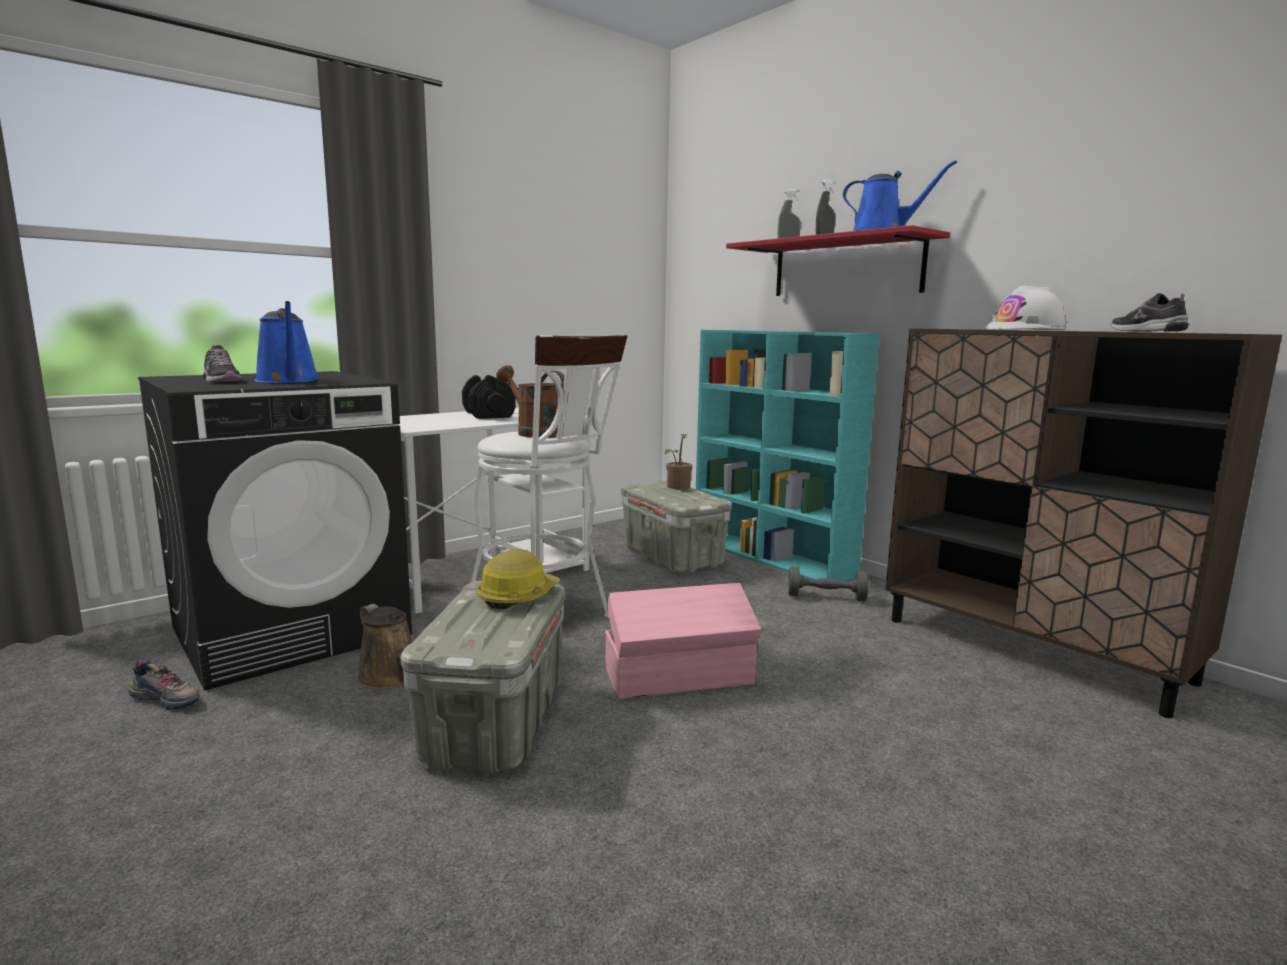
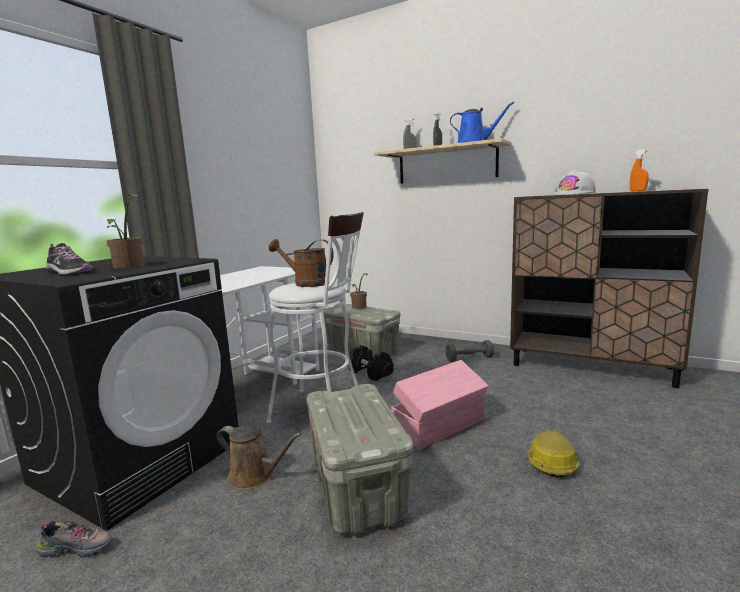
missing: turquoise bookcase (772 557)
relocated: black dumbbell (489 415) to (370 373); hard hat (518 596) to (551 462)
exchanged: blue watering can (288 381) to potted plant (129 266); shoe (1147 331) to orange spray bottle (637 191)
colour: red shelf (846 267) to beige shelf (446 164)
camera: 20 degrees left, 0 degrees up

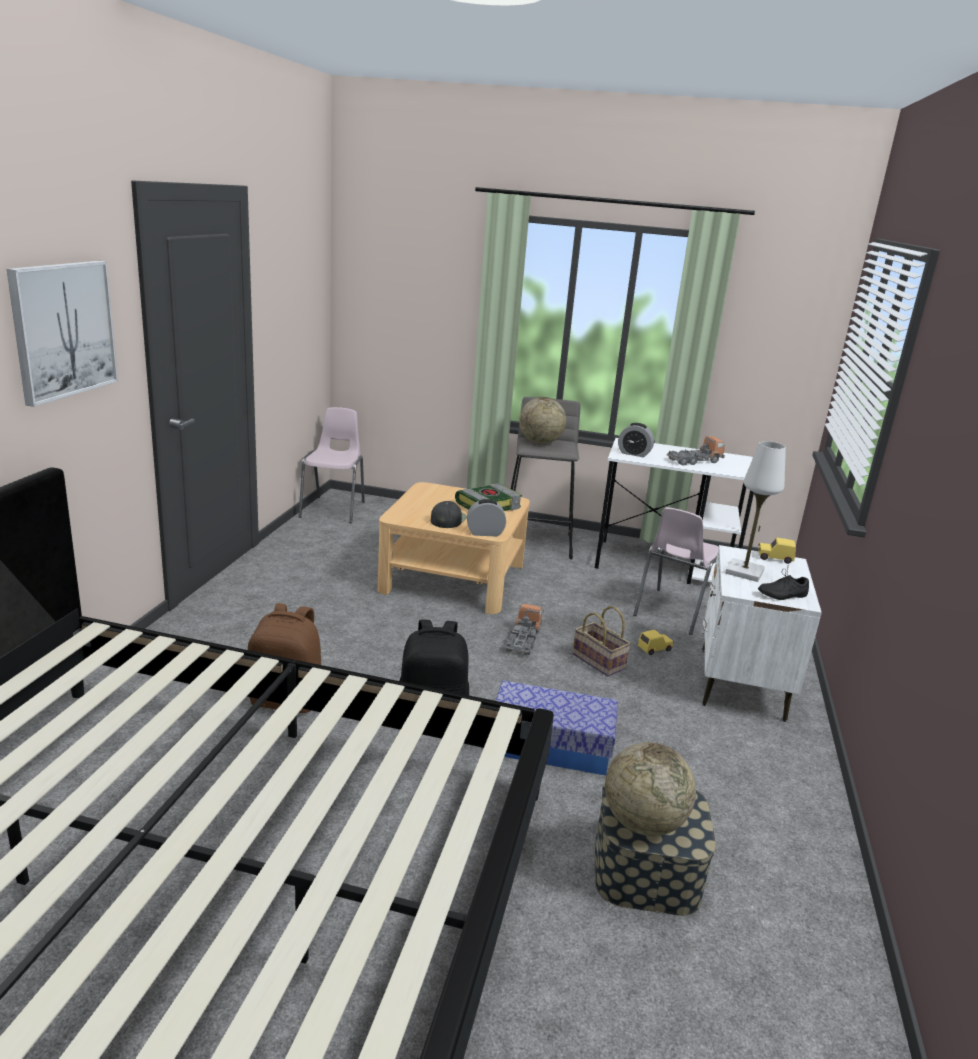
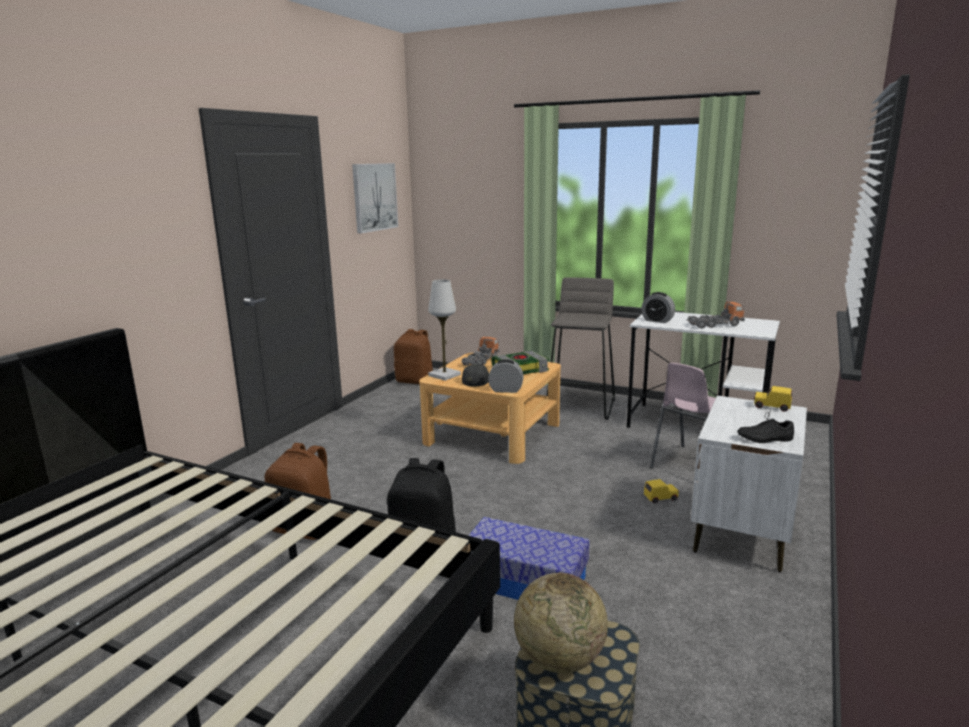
missing: globe (540 442); basket (600 662)
relocated: picture (63 330) to (374 197); toy truck (523 640) to (481 361); white table lamp (744 572) to (444 375)
exchanged: pink chair (334 509) to brown backpack (415 381)
camera: 15 degrees right, 5 degrees down

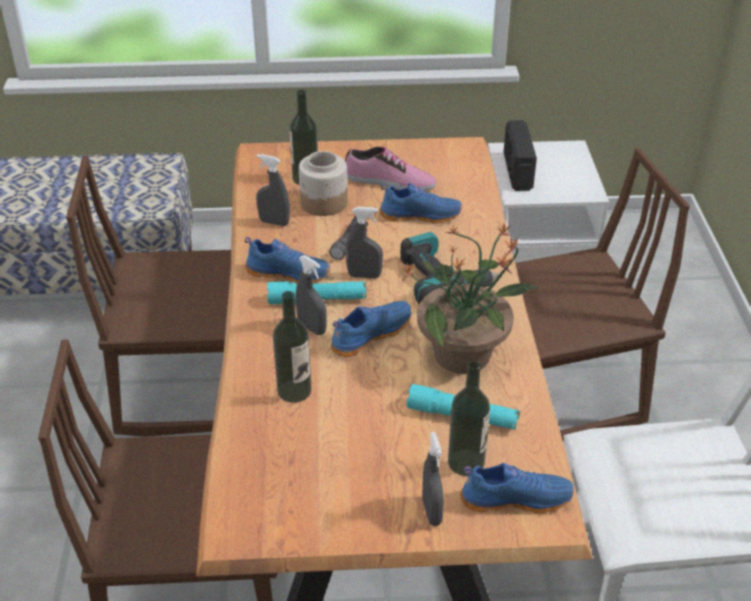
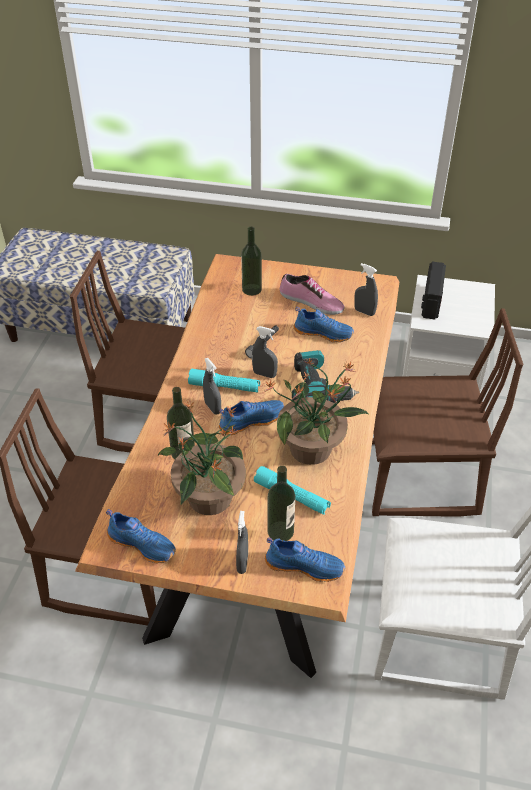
missing: jar (323 203)
appeared: potted plant (209 499)
relocated: blue shoe (288 273) to (143 544); grey spray bottle (274 222) to (364 312)
camera: 15 degrees right, 5 degrees up

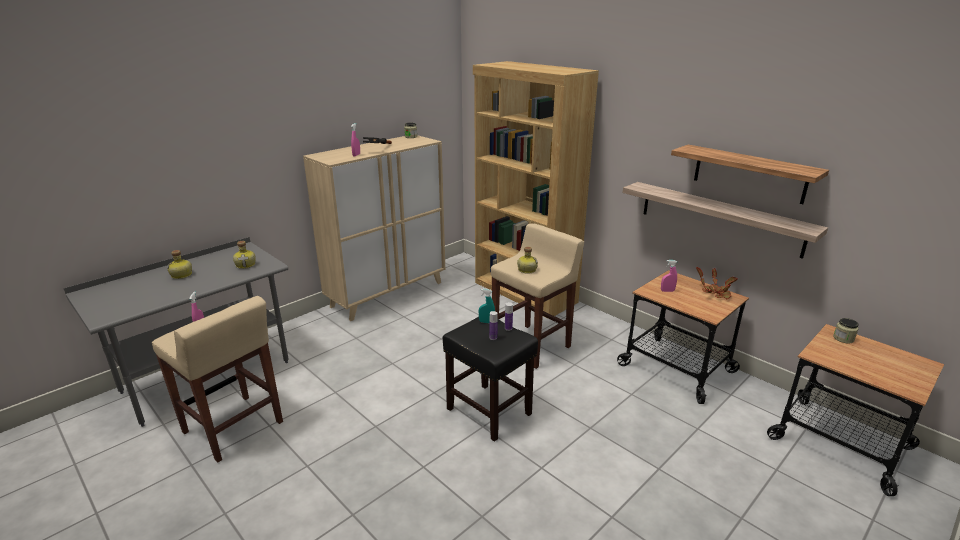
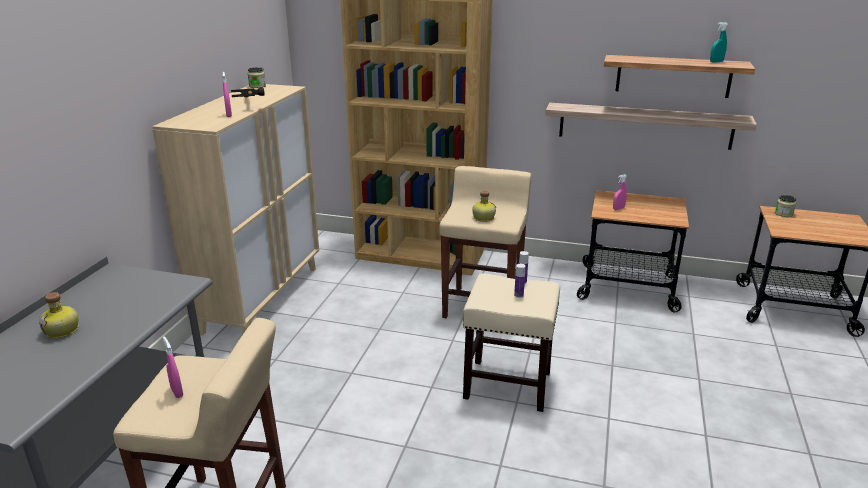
missing: bottle (246 265); potted plant (715 292)
relocated: turquoise spray bottle (486 322) to (716 62)
colour: black stool (490 411) to beige stool (508 385)
camera: 30 degrees left, 0 degrees up

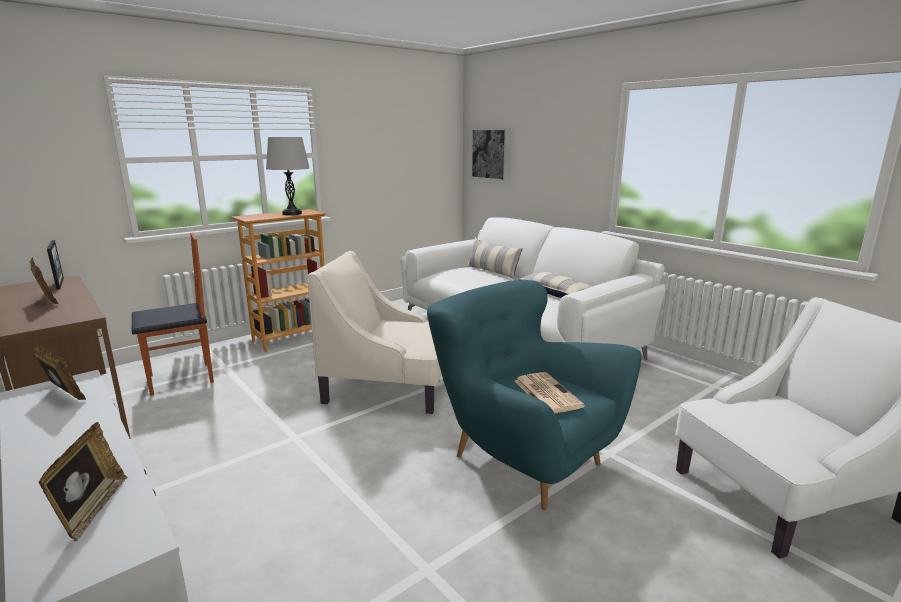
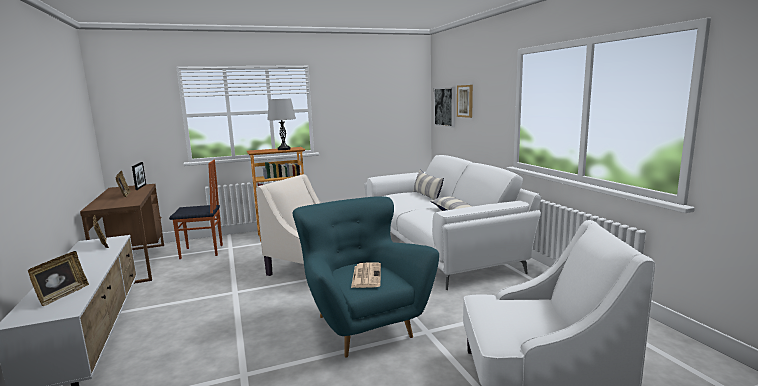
appeared: picture (465 101)
camera: 20 degrees right, 5 degrees down

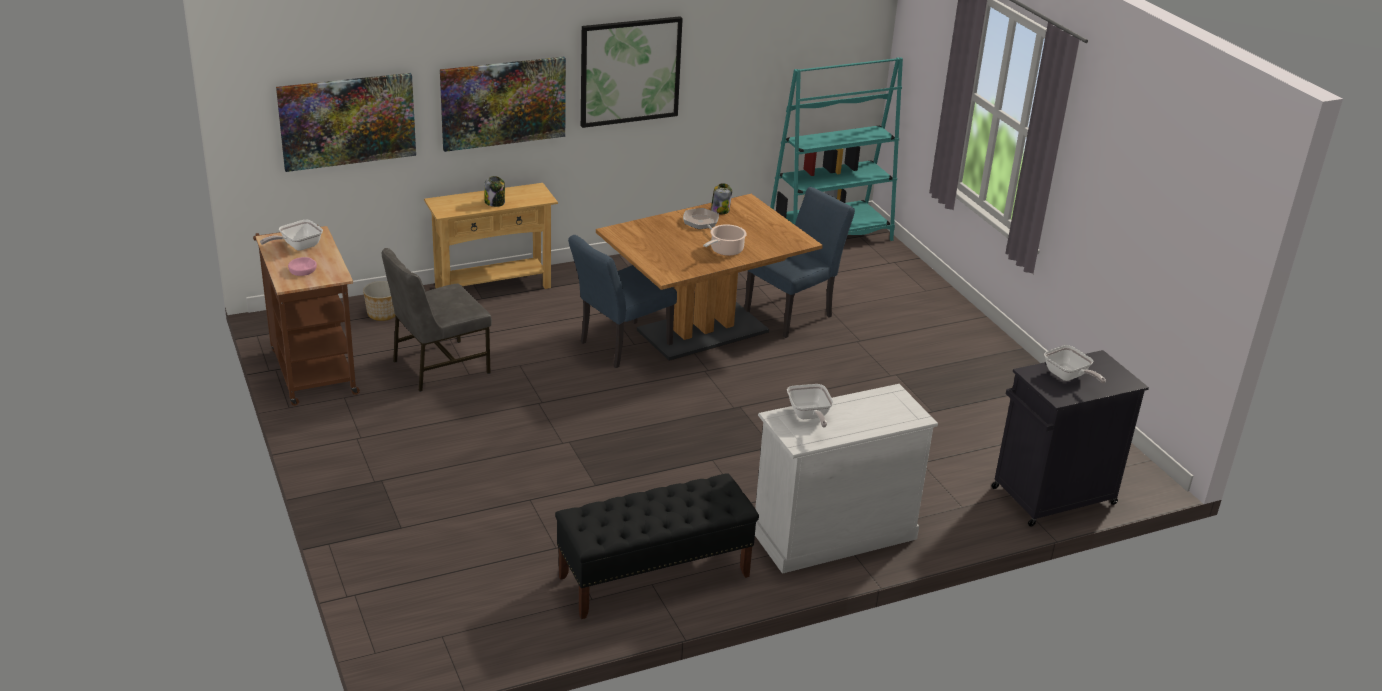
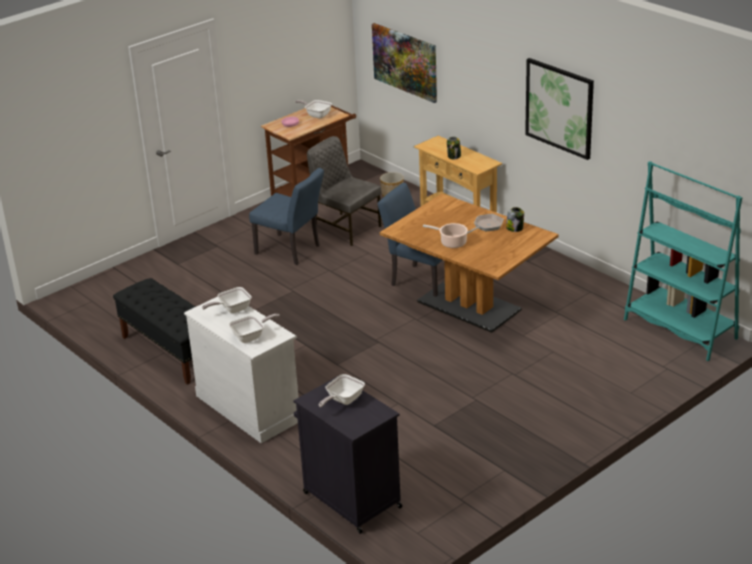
missing: picture (503 103)
appeared: frying pan (251 336)
relocated: blue chair (793 313) to (292 251)
camera: 75 degrees right, 0 degrees up

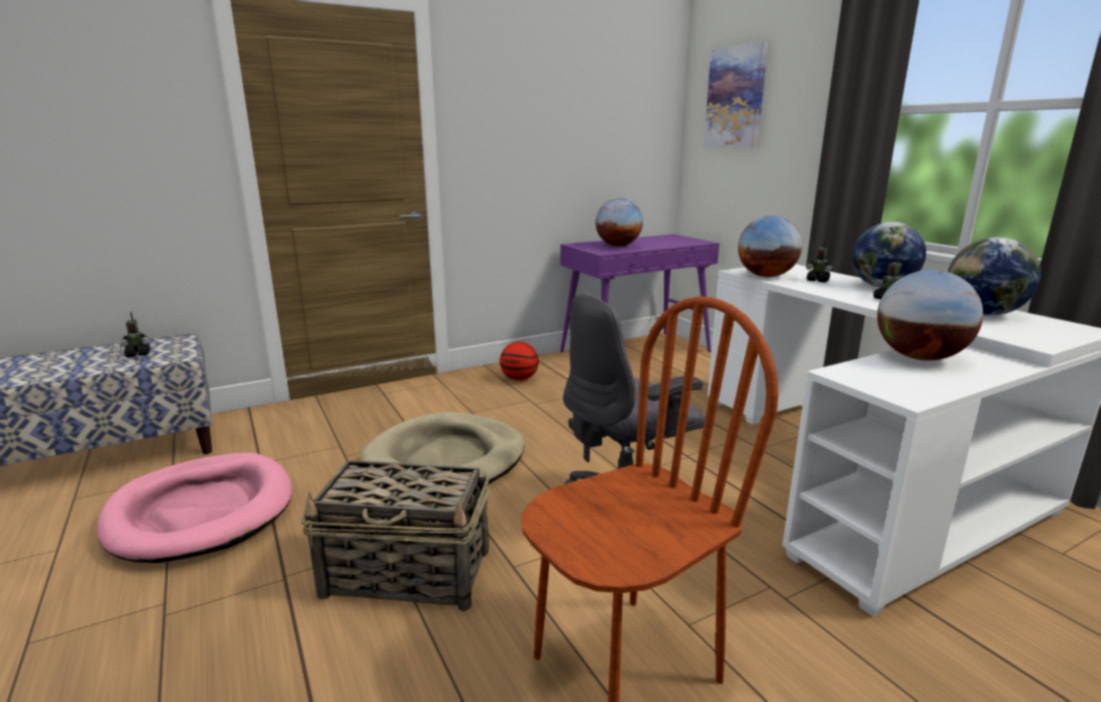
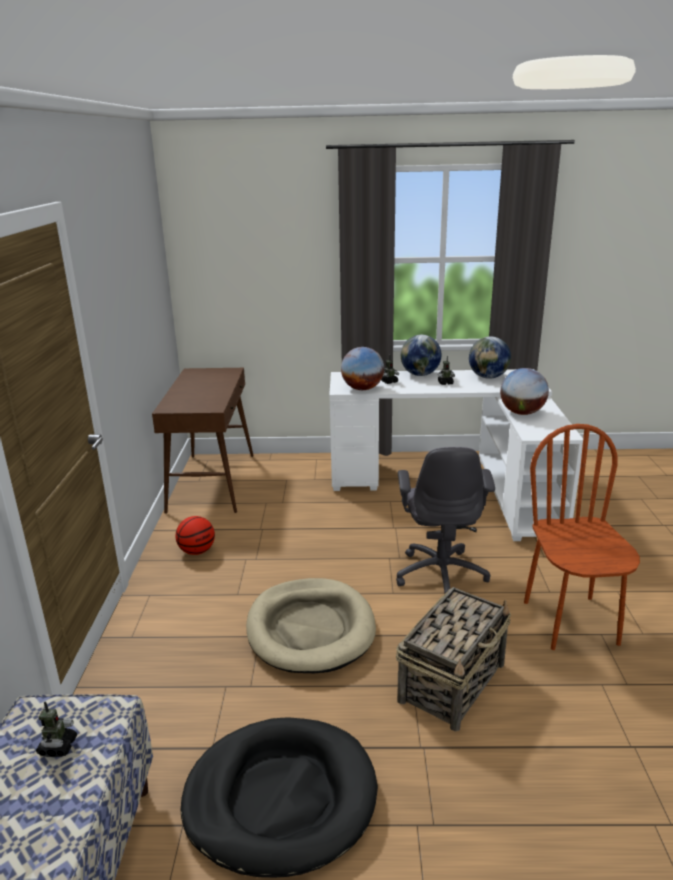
missing: globe (618 246); picture (735 97)
colour: pink dog bed (202 511) to black dog bed (280 798); purple console table (635 351) to brown console table (212 482)
camera: 60 degrees left, 5 degrees up

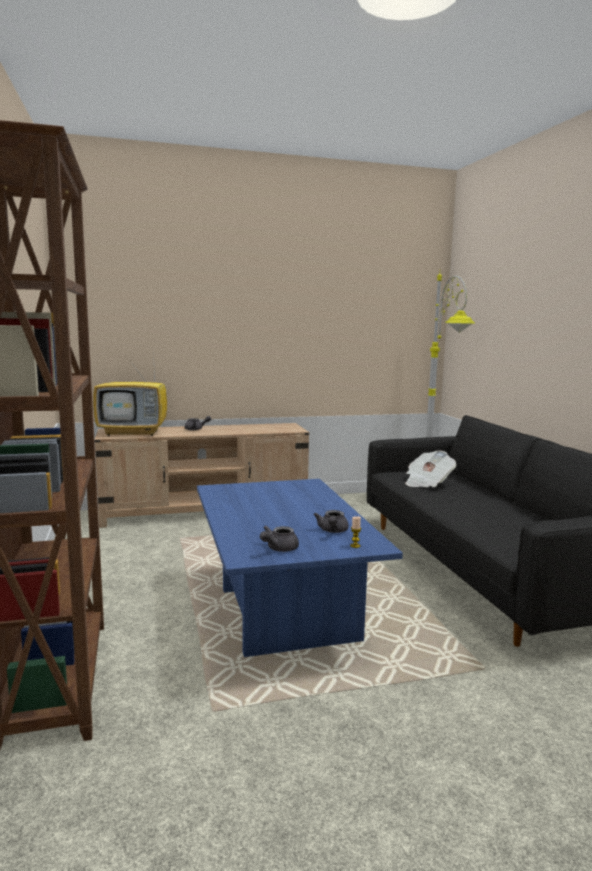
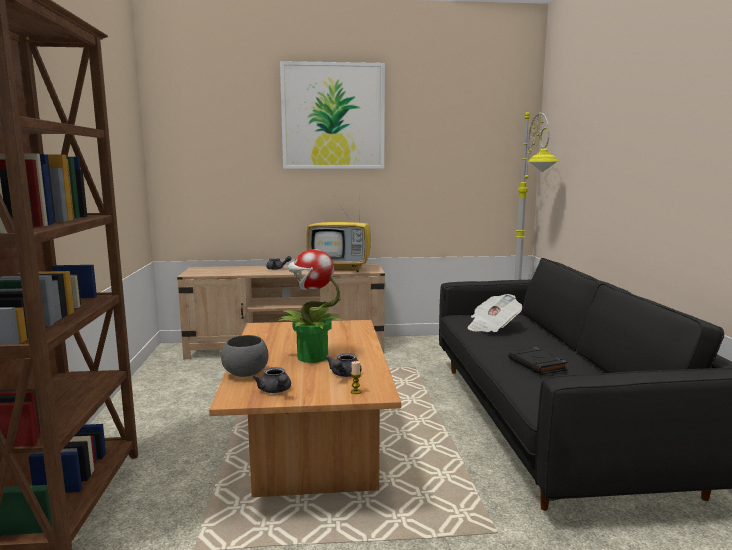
appeared: grey bowl (245 374); potted plant (311 357); picture (333 116); black book (537 365)
relocated: television (134 433) to (341 269)
colour: blue coffee table (282 613) to brown coffee table (310 454)
spun: grey teapot (278 549) = (275 391) 75 degrees counterclockwise
camera: 10 degrees right, 0 degrees up

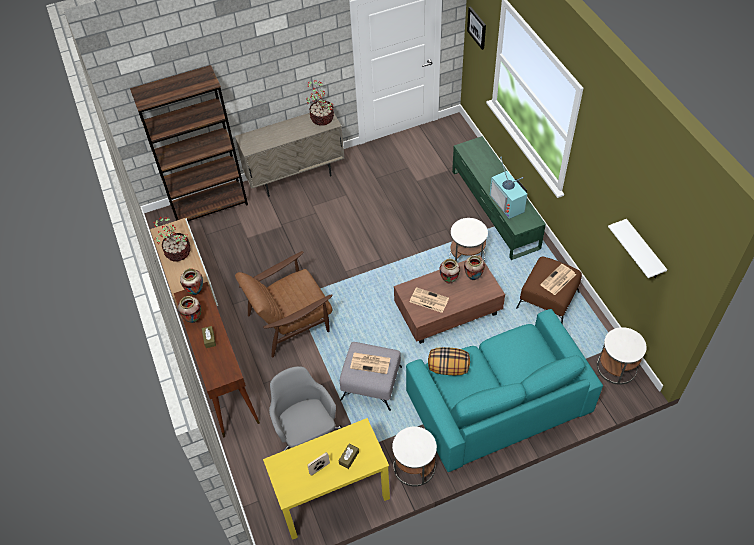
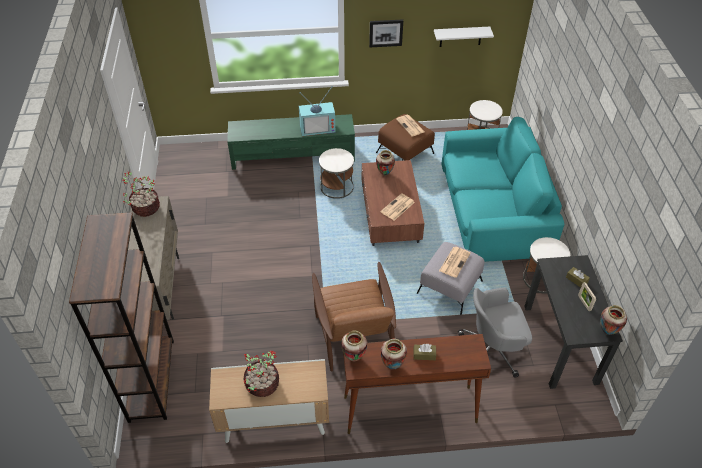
missing: pillow (448 368)
relocated: vase (449 280) to (607 331); picture (477 27) to (386 32)
colour: yellow desk (332 496) to black desk (560 344)
camera: 75 degrees left, 5 degrees down

